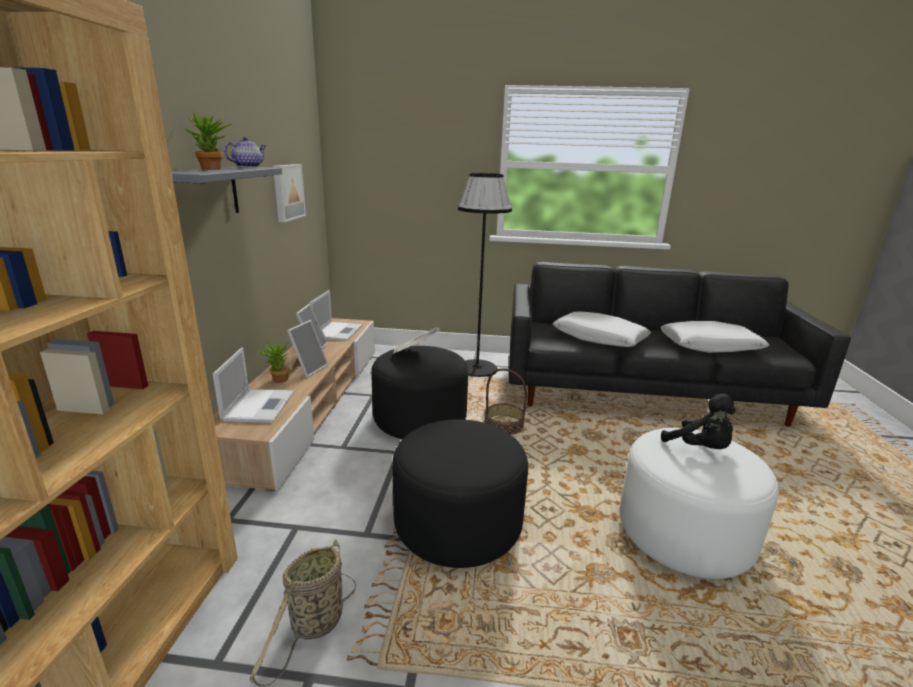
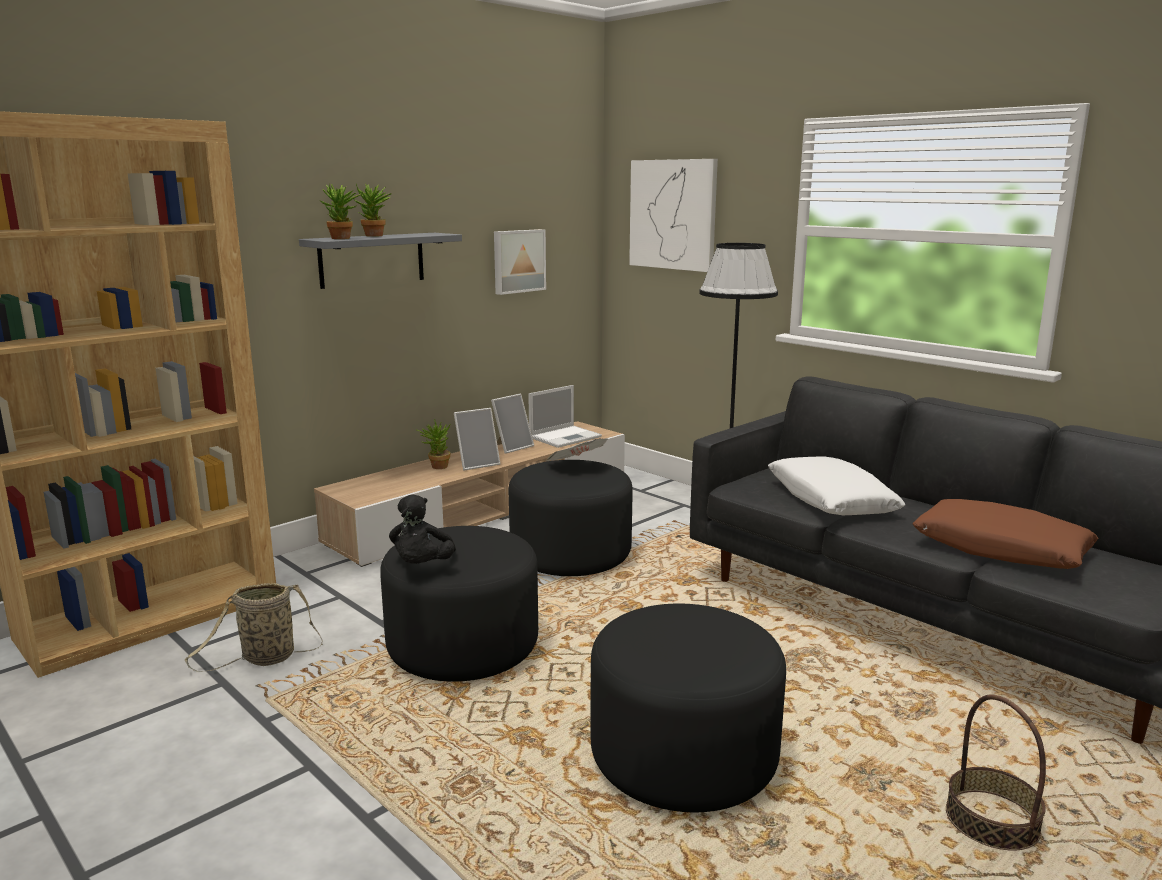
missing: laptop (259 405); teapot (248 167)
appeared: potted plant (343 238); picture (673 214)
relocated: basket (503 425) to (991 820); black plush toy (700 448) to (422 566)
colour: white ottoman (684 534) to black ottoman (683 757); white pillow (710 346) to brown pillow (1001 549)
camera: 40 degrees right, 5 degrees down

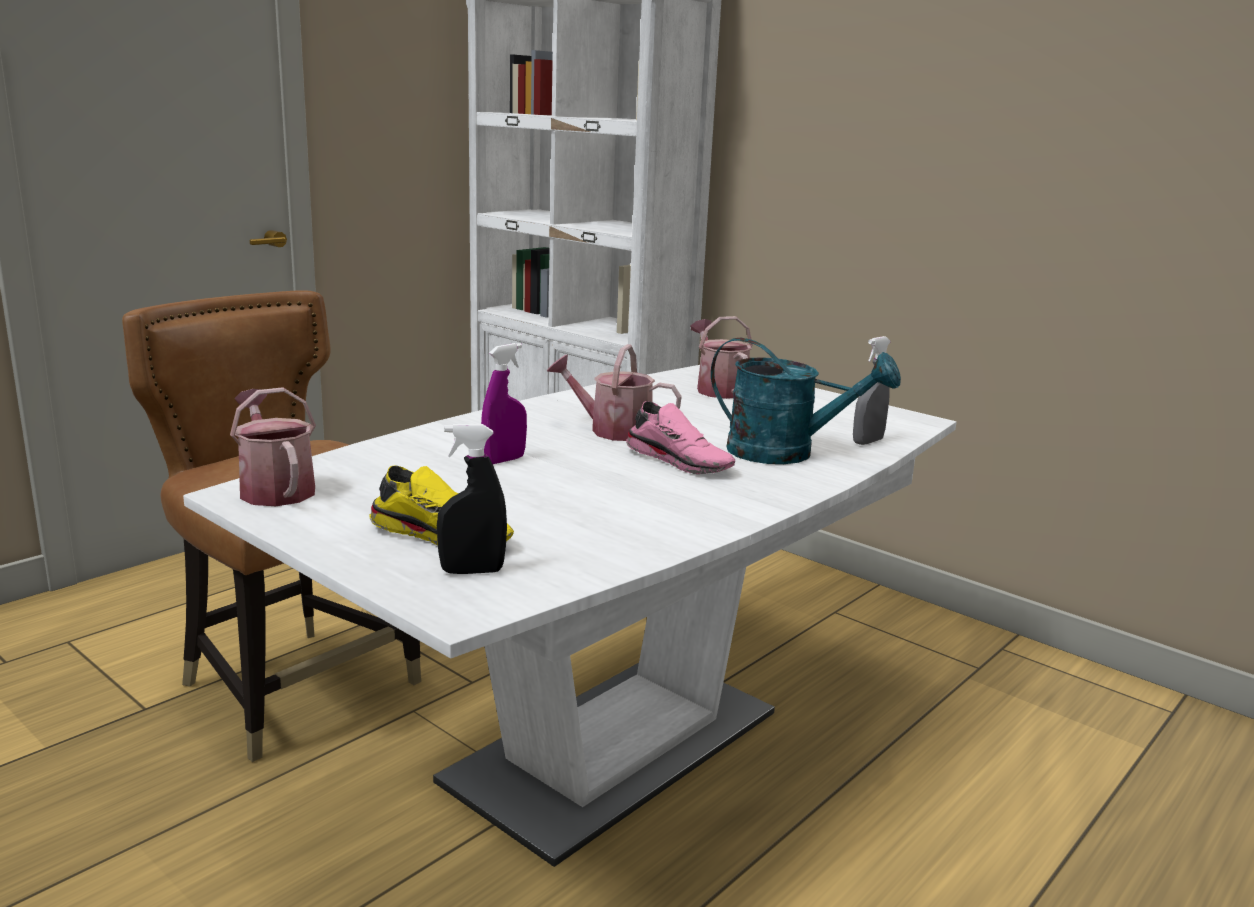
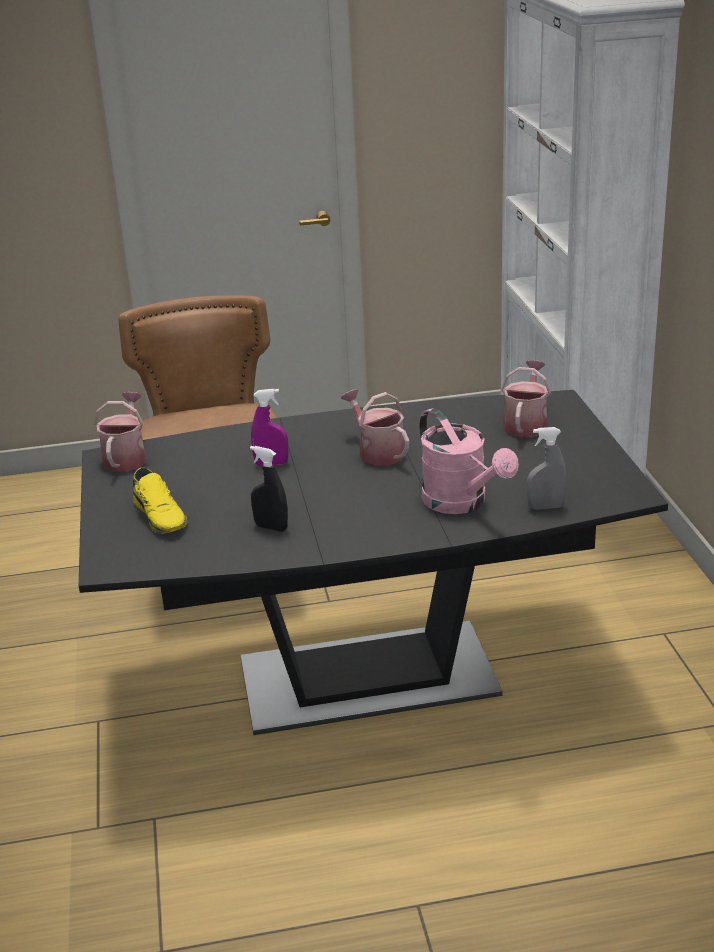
missing: pink shoe (681 461)
relocated: black spray bottle (472 571) to (271 527)
colour: white dining table (614 747) to black dining table (368 678); turquoise watering can (786 453) to pink watering can (462 503)
camera: 40 degrees right, 10 degrees up

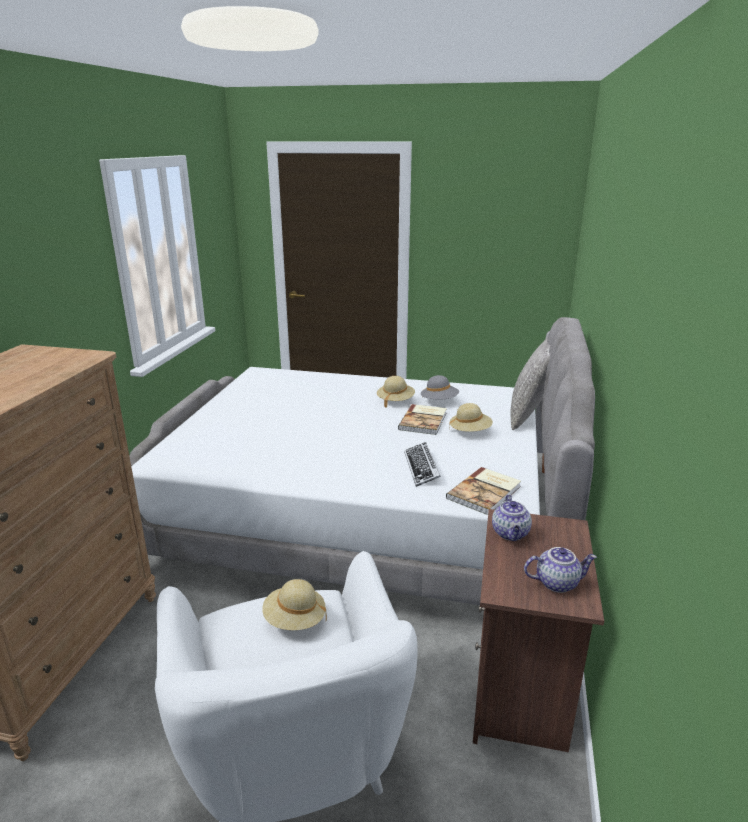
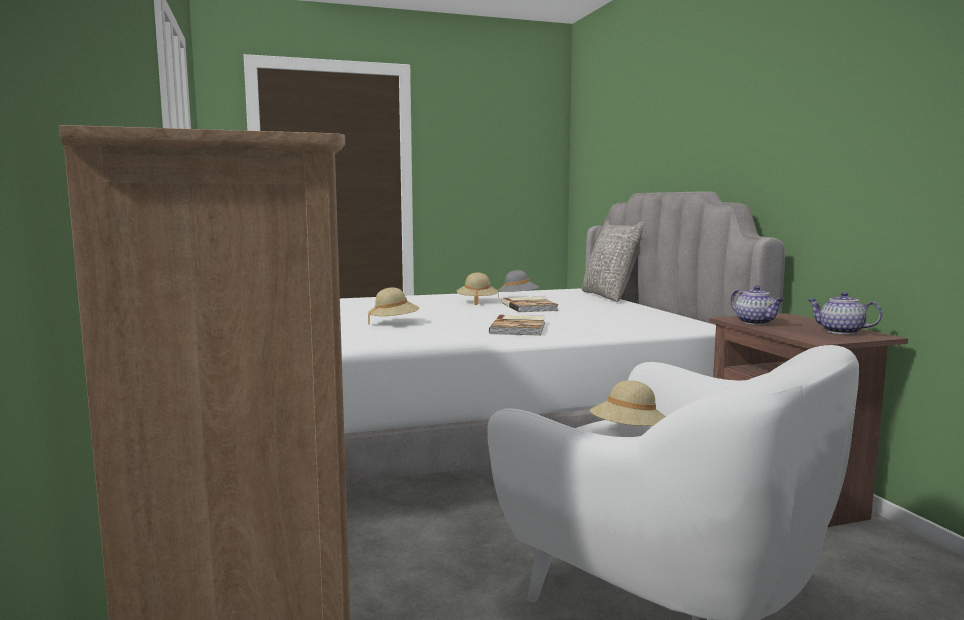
missing: keyboard (421 468)
relocated: book (485 492) to (520 328); beige hat (470 431) to (393 323)
spun: teapot (557 582) = (840 332) 105 degrees counterclockwise
camera: 30 degrees left, 15 degrees down

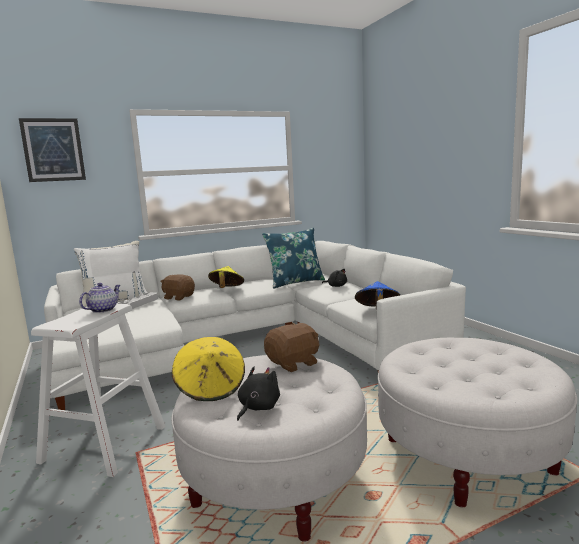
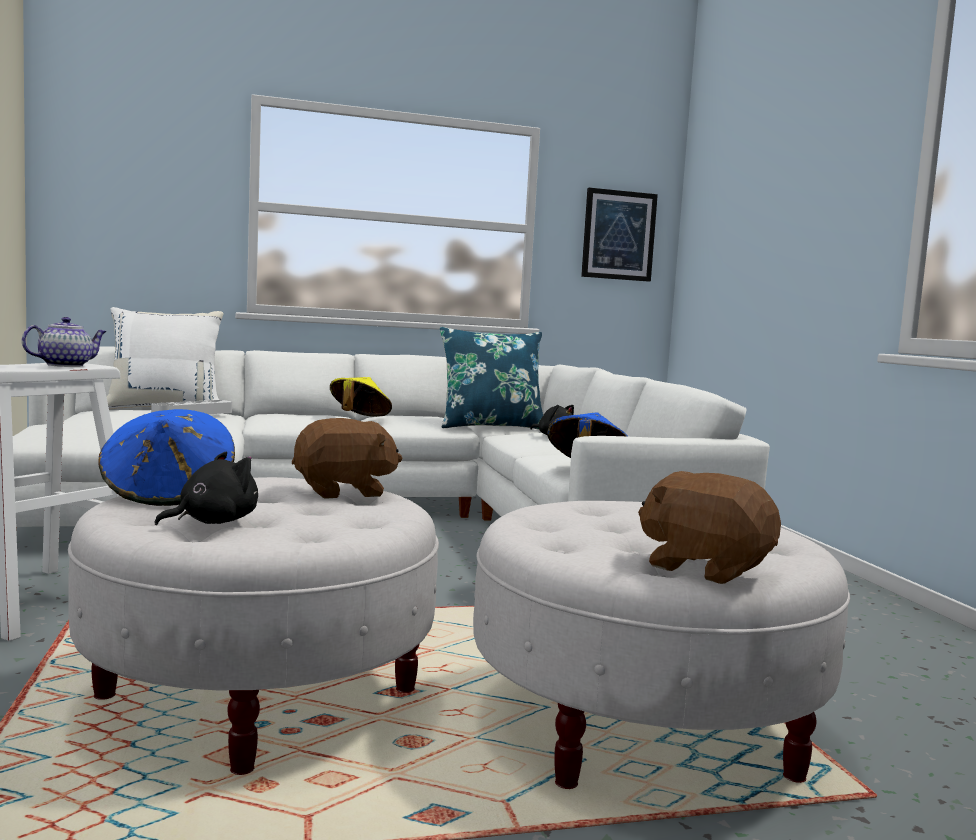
relocated: picture (53 150) to (618 235); brown plush toy (179 297) to (705 568)
colour: yellow hat (211 388) to blue hat (169 494)
camera: 10 degrees right, 5 degrees down

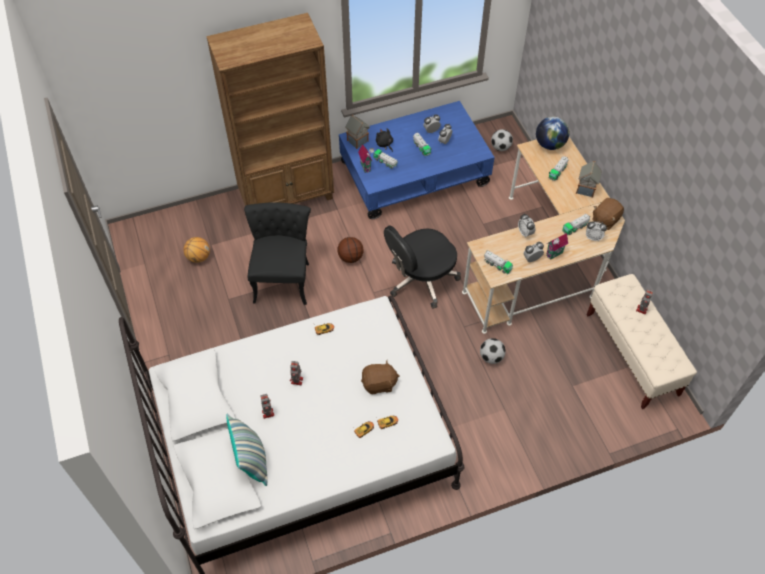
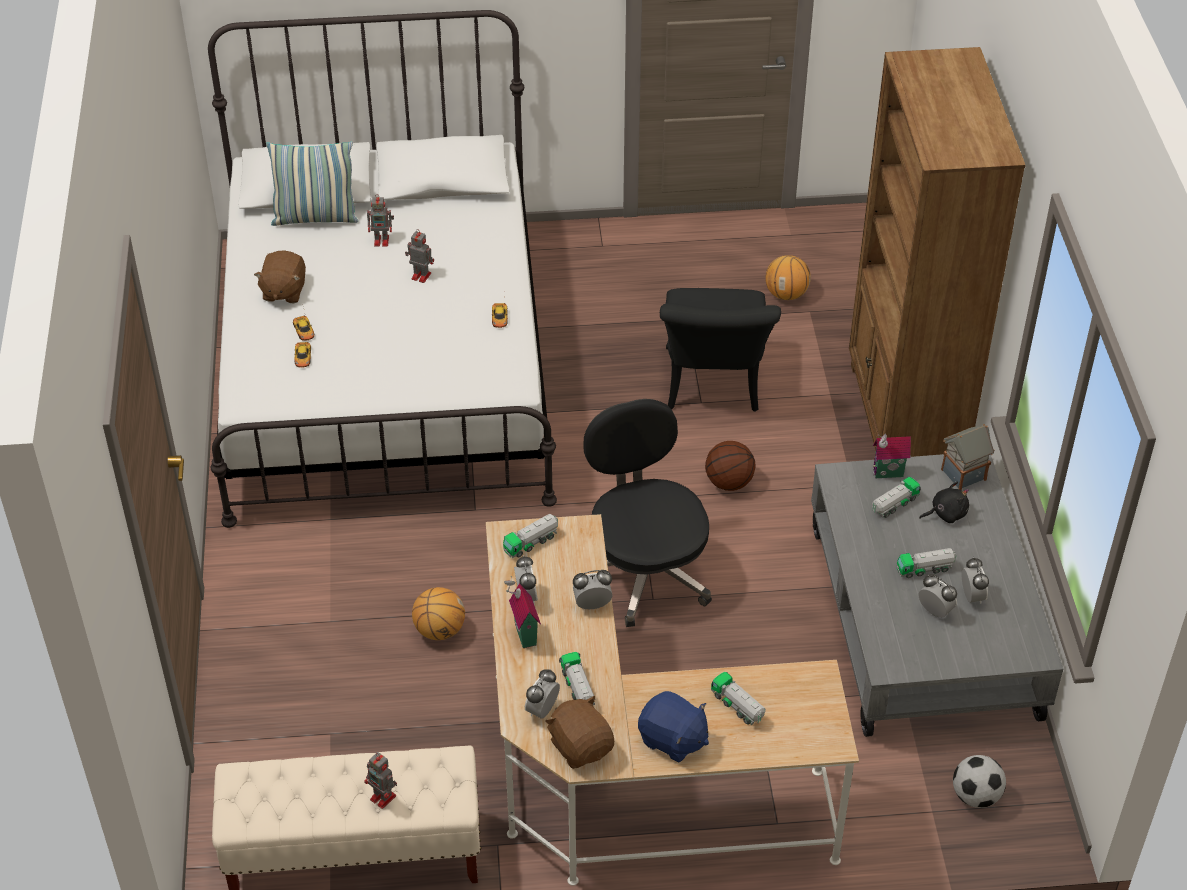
missing: globe (550 144)
relocated: brown plush toy (379 384) to (283 291)
exchanged: football (491 357) to basketball (439 630); toy house (586 190) to blue plush toy (672 740)
colour: blue coffee table (414 174) to grey coffee table (921 621)
spun: black chair (283 276) = (713 388) 75 degrees clockwise
camera: 105 degrees right, 10 degrees down

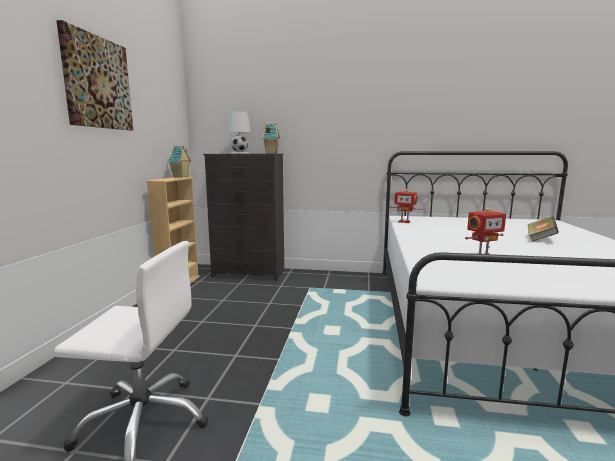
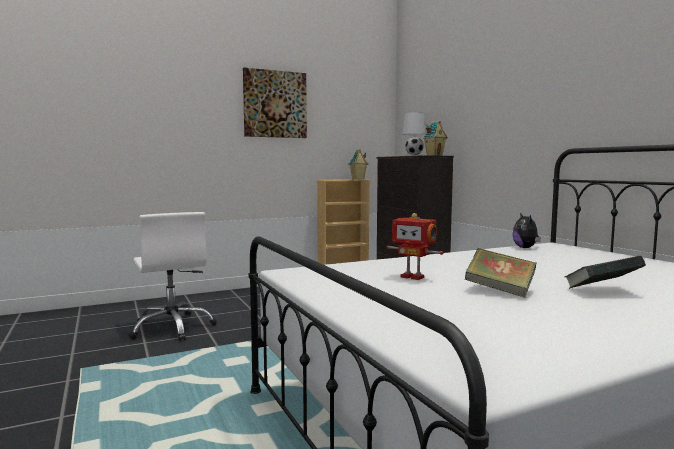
appeared: book (499 290)
exchanged: toy robot (404 222) to plush toy (526 248)
camera: 55 degrees right, 5 degrees down

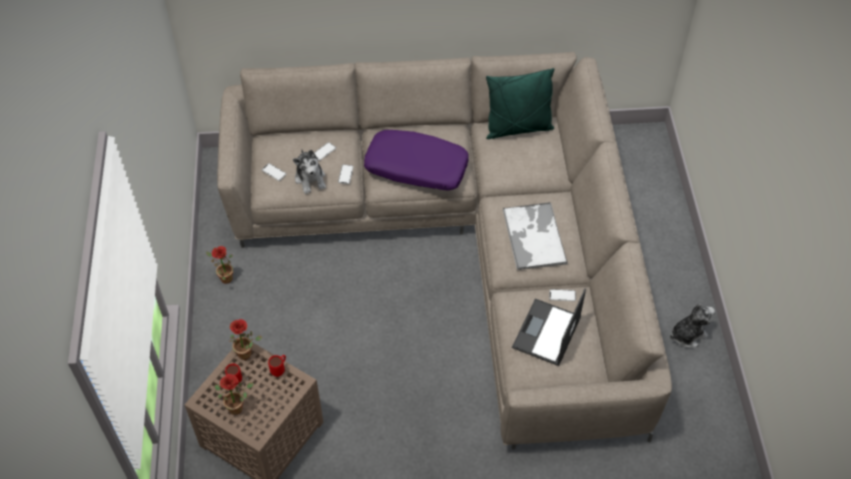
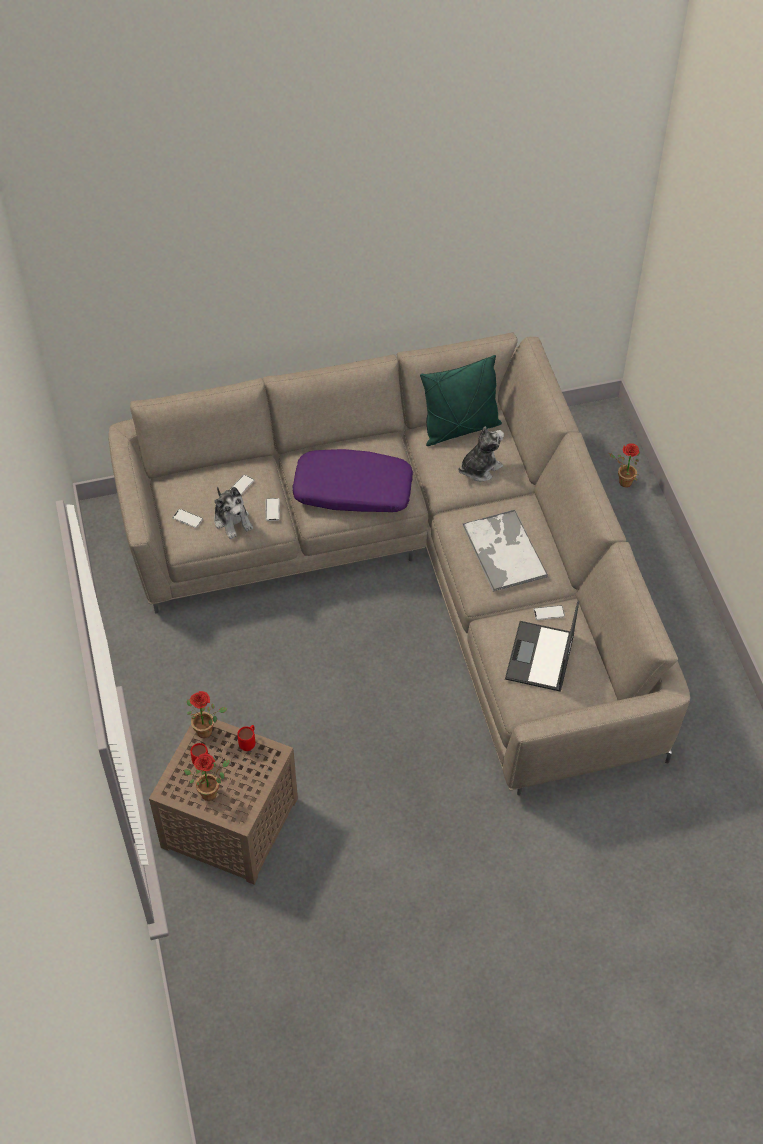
relocated: potted plant (224 278) to (622 482); plush toy (687 334) to (480 468)
camera: 10 degrees left, 0 degrees up

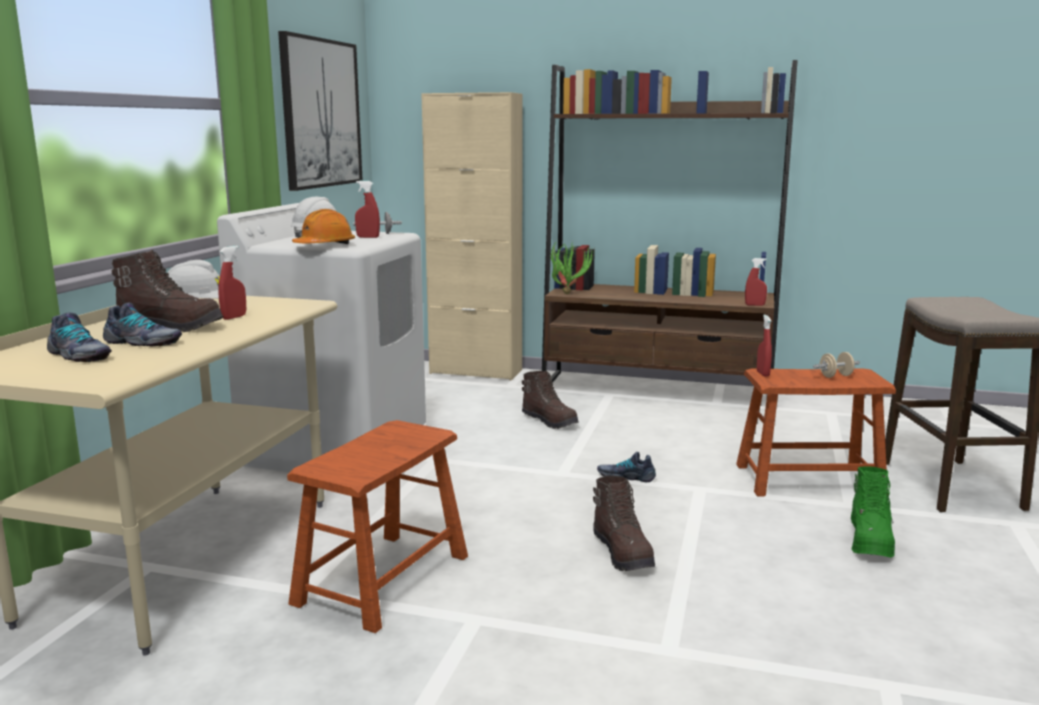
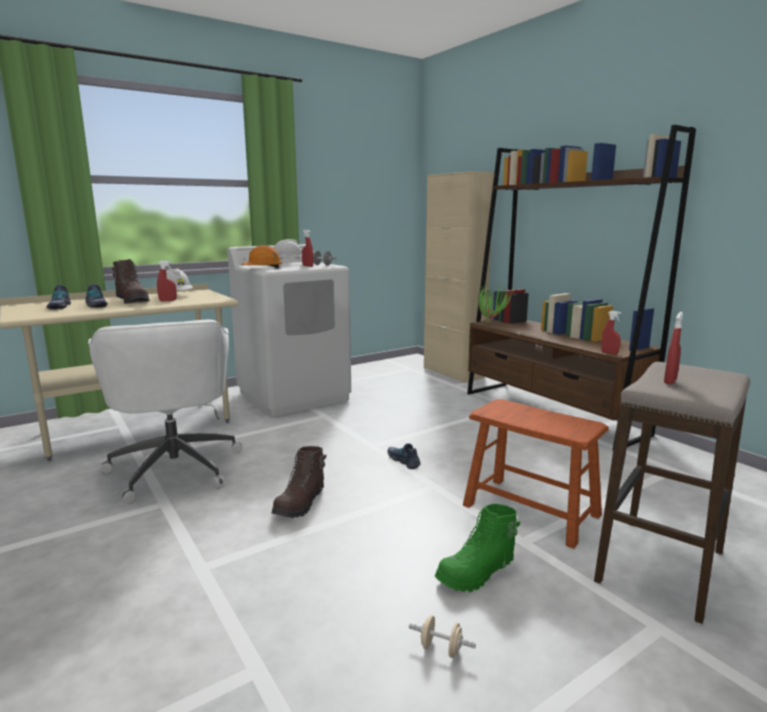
missing: picture (321 113); brown boot (550 421)
relocated: red spray bottle (763 374) to (670 381); beige dumbbell (835 376) to (441 649)
exchanged: brown stool (383 579) to white office chair (175 466)
camera: 40 degrees right, 0 degrees up

